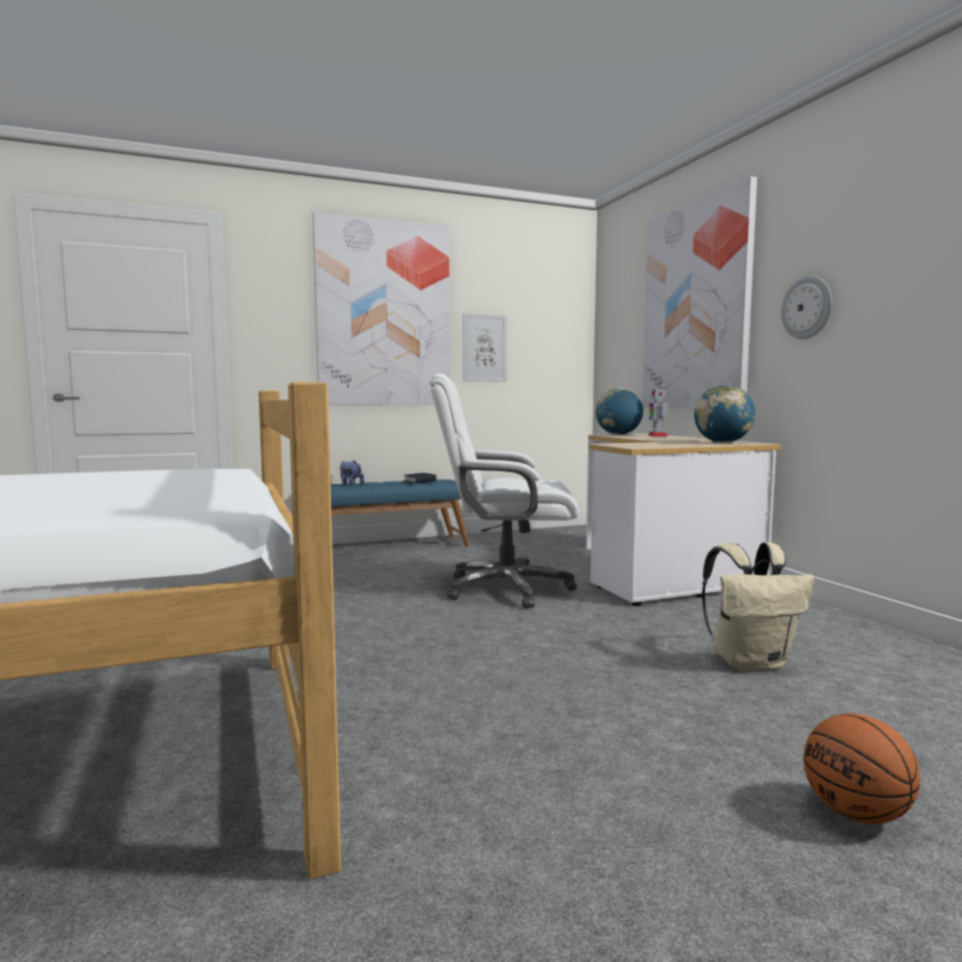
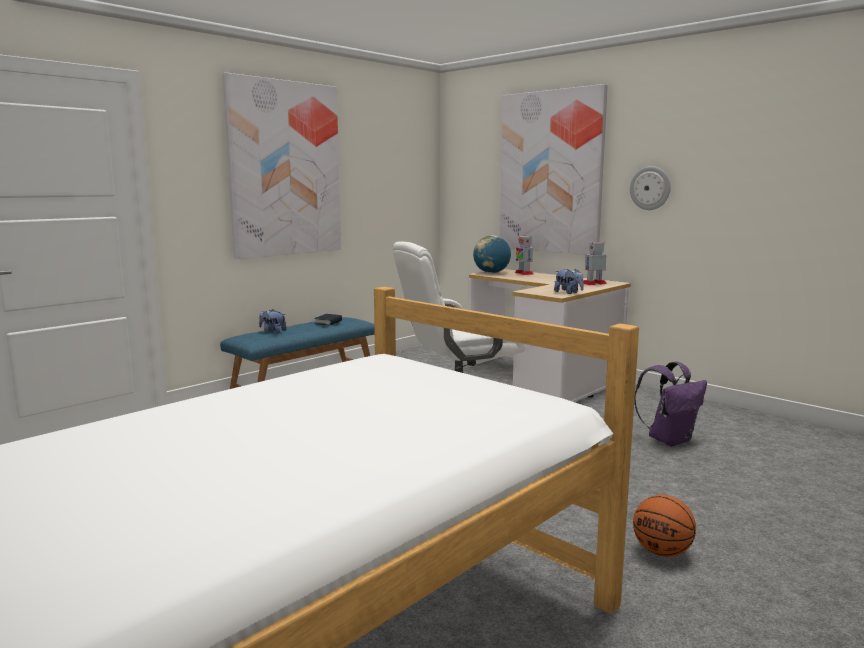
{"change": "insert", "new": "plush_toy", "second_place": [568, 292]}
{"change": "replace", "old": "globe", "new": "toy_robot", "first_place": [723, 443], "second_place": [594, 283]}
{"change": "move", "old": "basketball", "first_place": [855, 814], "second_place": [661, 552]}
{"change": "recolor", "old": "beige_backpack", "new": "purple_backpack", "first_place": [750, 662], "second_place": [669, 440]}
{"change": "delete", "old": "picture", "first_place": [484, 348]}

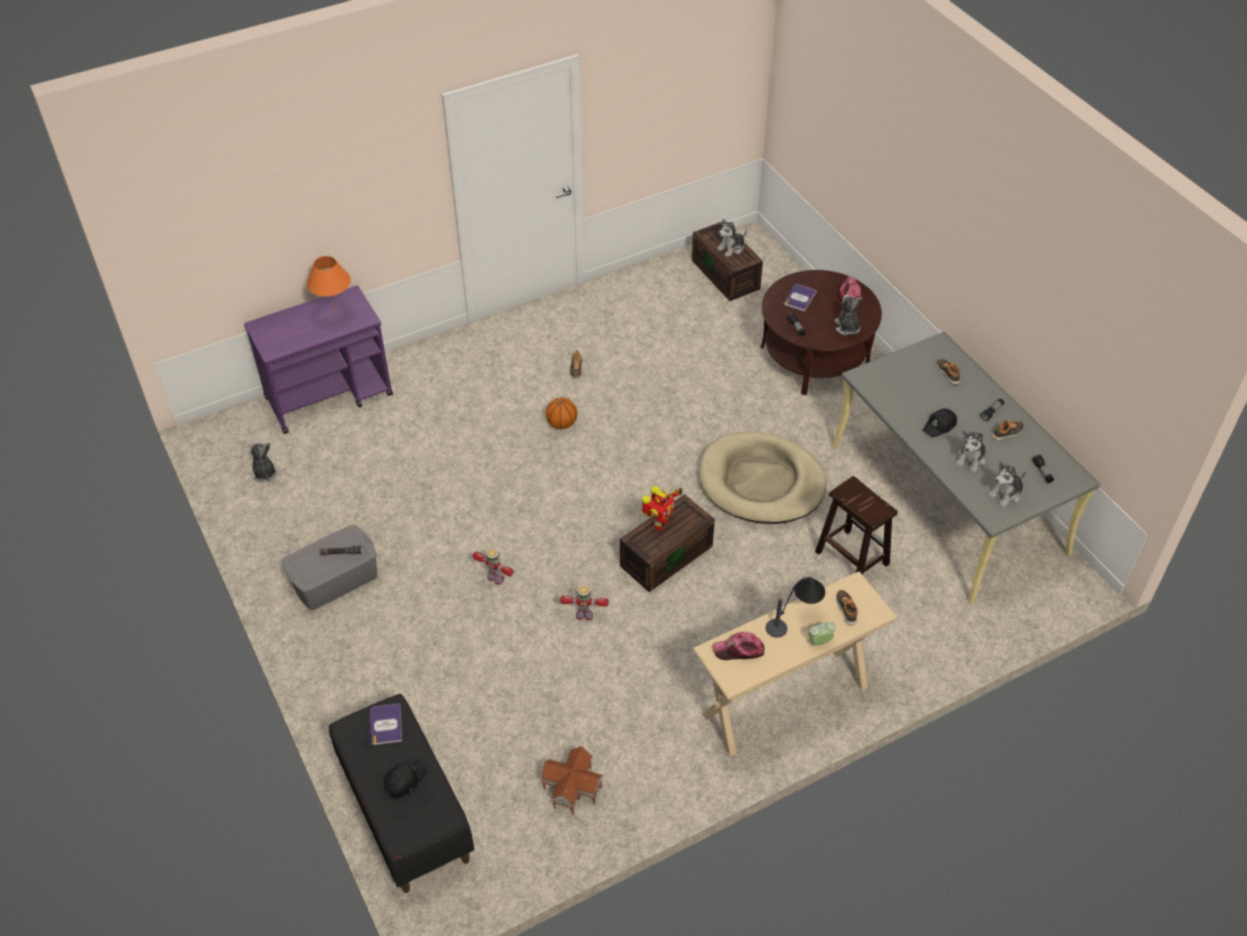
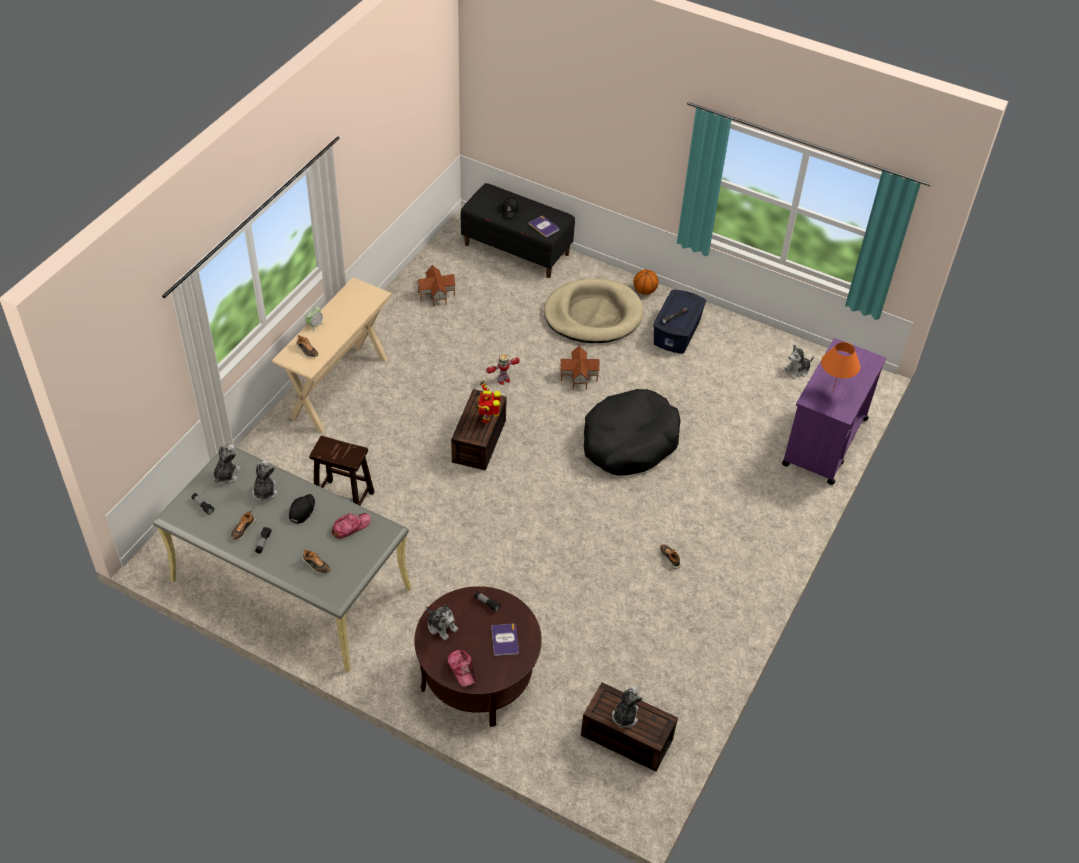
{"change": "move", "old": "cap", "first_place": [739, 650], "second_place": [350, 527]}
{"change": "move", "old": "beige_dog_bed", "first_place": [761, 482], "second_place": [593, 315]}
{"change": "replace", "old": "toy_robot", "new": "toy_house", "first_place": [496, 579], "second_place": [579, 376]}
{"change": "insert", "new": "black_dog_bed", "second_place": [629, 442]}
{"change": "move", "old": "basketball", "first_place": [562, 424], "second_place": [644, 291]}
{"change": "recolor", "old": "grey_storage_box", "new": "blue_storage_box", "first_place": [334, 579], "second_place": [677, 332]}
{"change": "rotate", "old": "plush_toy", "first_place": [264, 473], "second_place": [797, 370], "degrees": 120}
{"change": "delete", "old": "table_lamp", "first_place": [794, 619]}

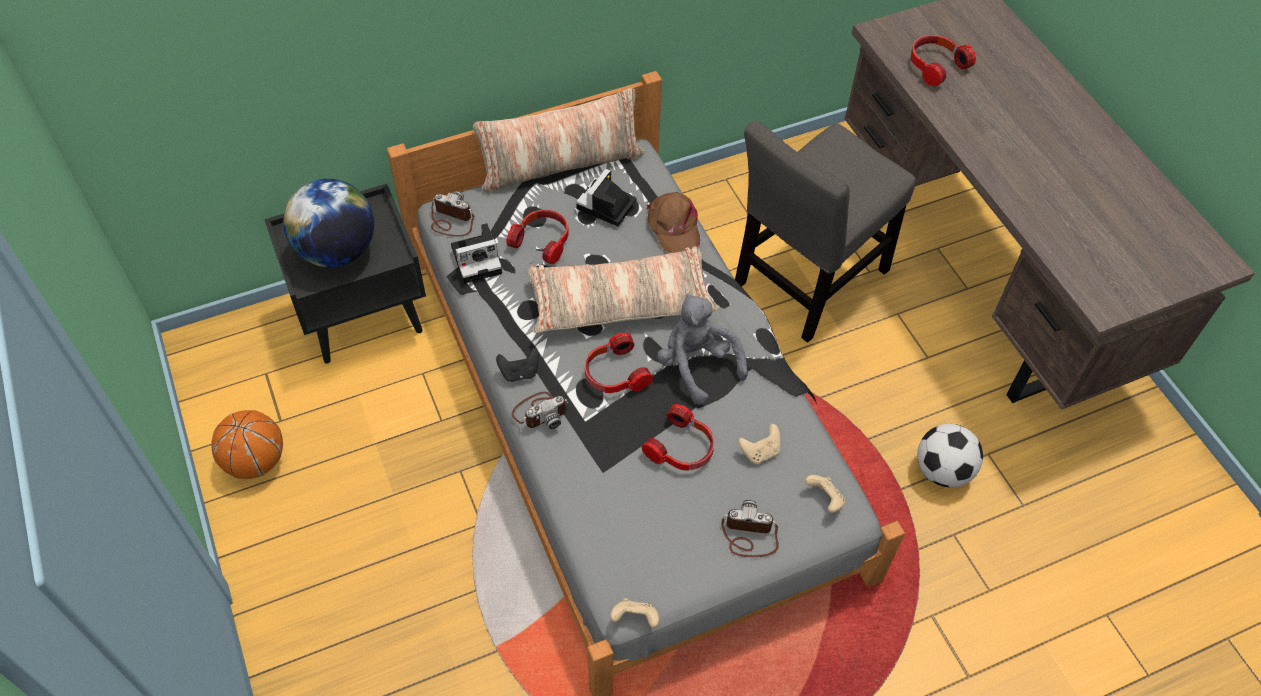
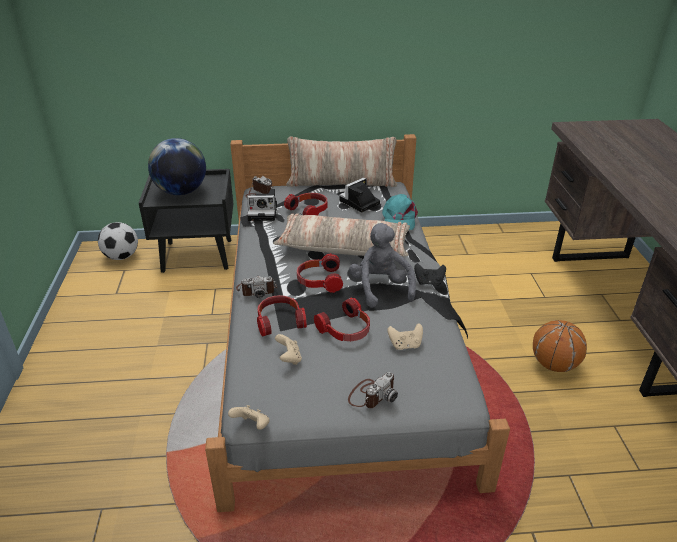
{"change": "move", "old": "football", "first_place": [942, 470], "second_place": [121, 256]}
{"change": "move", "old": "headphones", "first_place": [935, 65], "second_place": [279, 321]}
{"change": "move", "old": "beige_game_controller", "first_place": [825, 499], "second_place": [289, 358]}
{"change": "rotate", "old": "photo_camera", "first_place": [749, 536], "second_place": [372, 394], "degrees": 105}
{"change": "recolor", "old": "brown_cap", "new": "turquoise_cap", "first_place": [673, 226], "second_place": [399, 218]}
{"change": "move", "old": "black_game_controller", "first_place": [519, 373], "second_place": [429, 282]}
{"change": "move", "old": "basketball", "first_place": [255, 461], "second_place": [553, 365]}
{"change": "delete", "old": "grey_chair", "first_place": [807, 283]}

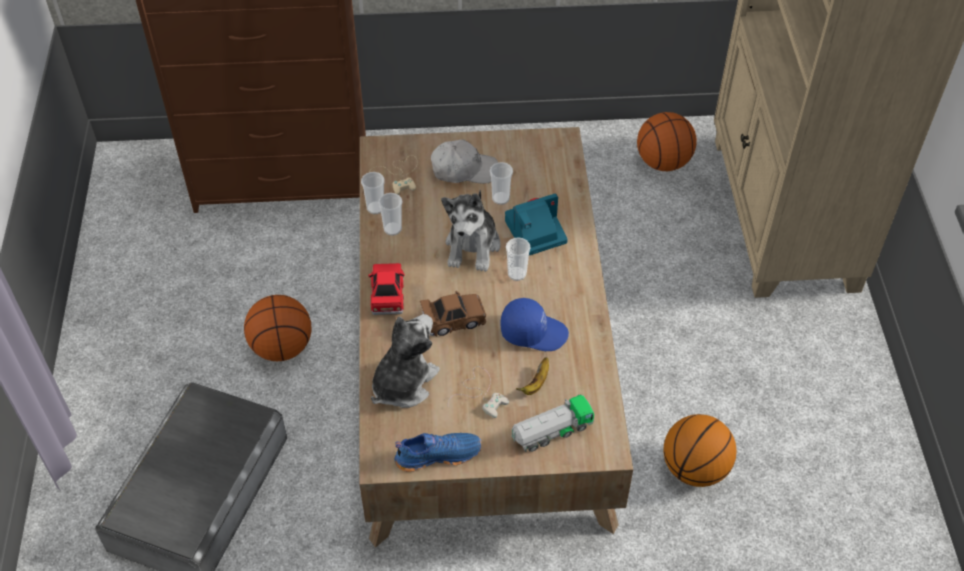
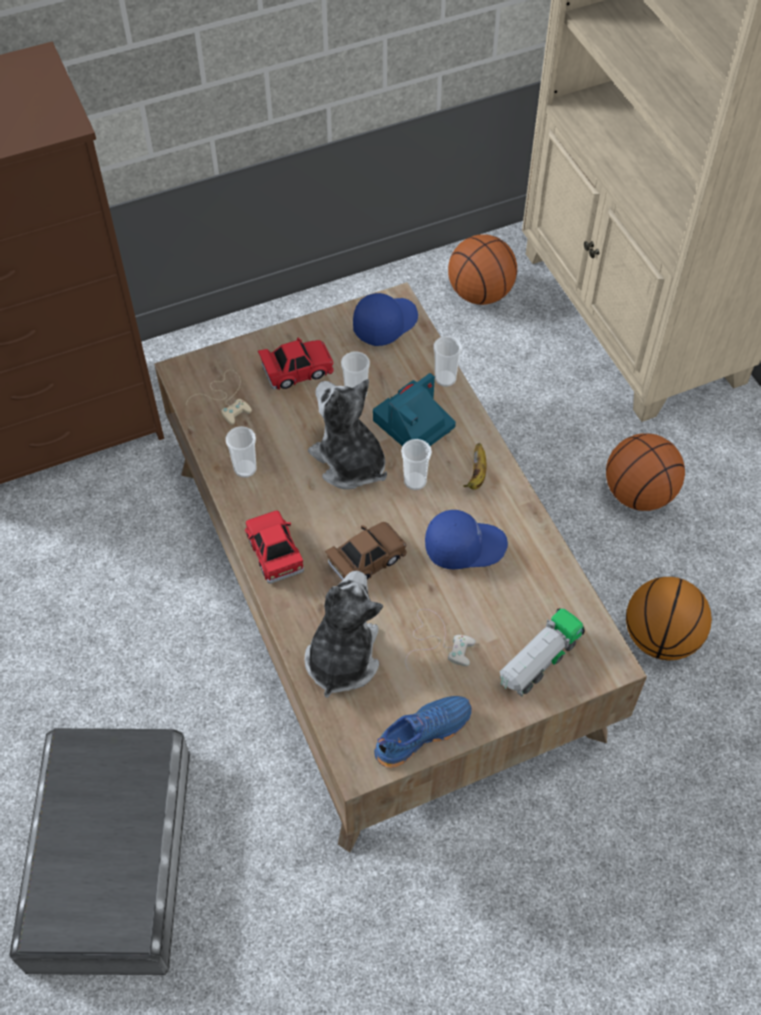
{"change": "replace", "old": "white_cap", "new": "red_toy_car", "first_place": [463, 169], "second_place": [297, 371]}
{"change": "rotate", "old": "plush_toy", "first_place": [473, 246], "second_place": [349, 462], "degrees": 150}
{"change": "insert", "new": "blue_cap", "second_place": [385, 323]}
{"change": "move", "old": "cup", "first_place": [375, 208], "second_place": [445, 378]}
{"change": "move", "old": "banana", "first_place": [536, 383], "second_place": [477, 475]}
{"change": "move", "old": "basketball", "first_place": [282, 347], "second_place": [638, 493]}

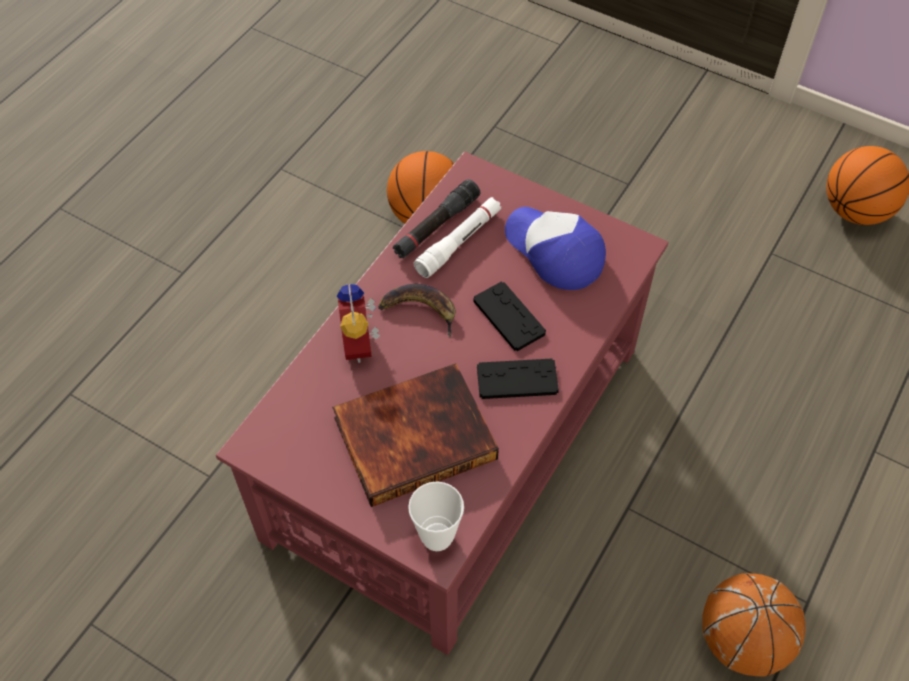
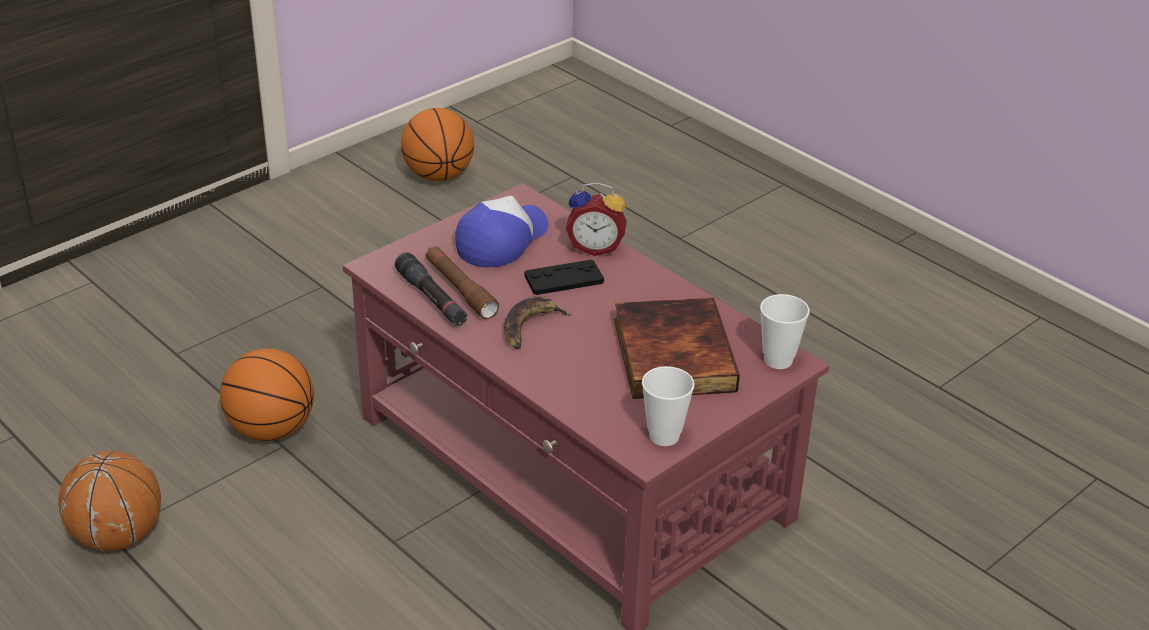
{"change": "move", "old": "basketball", "first_place": [742, 640], "second_place": [117, 537]}
{"change": "recolor", "old": "white_flashlight", "new": "brown_flashlight", "first_place": [459, 242], "second_place": [460, 289]}
{"change": "rotate", "old": "cap", "first_place": [554, 251], "second_place": [501, 240], "degrees": 150}
{"change": "move", "old": "alarm_clock", "first_place": [362, 344], "second_place": [596, 247]}
{"change": "insert", "new": "cup", "second_place": [664, 436]}
{"change": "delete", "old": "black_game_controller", "first_place": [517, 380]}

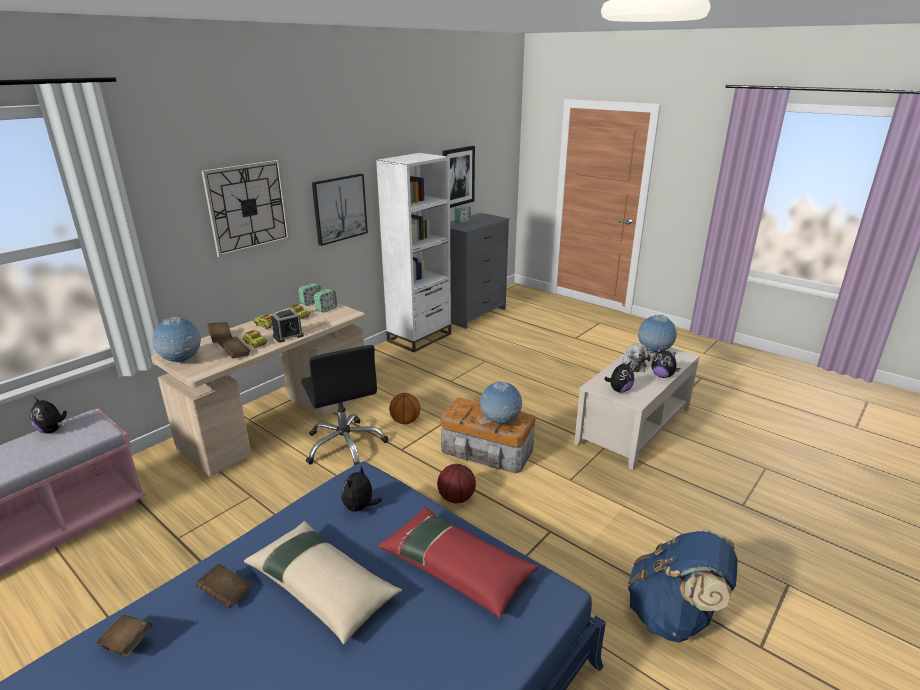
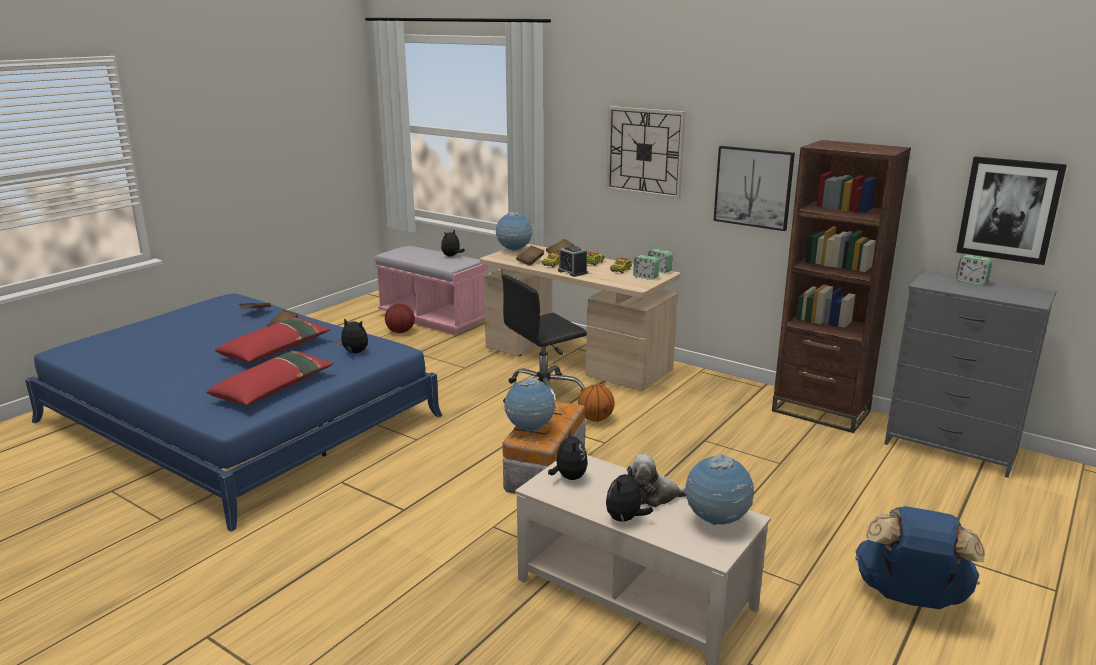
{"change": "recolor", "old": "beige_pillow", "new": "red_pillow", "first_place": [322, 586], "second_place": [276, 350]}
{"change": "move", "old": "basketball", "first_place": [456, 498], "second_place": [400, 332]}
{"change": "rotate", "old": "plush_toy", "first_place": [619, 390], "second_place": [569, 477], "degrees": -150}
{"change": "recolor", "old": "white_bookcase", "new": "brown_bookcase", "first_place": [419, 337], "second_place": [820, 411]}
{"change": "move", "old": "blue_backpack", "first_place": [673, 616], "second_place": [910, 598]}

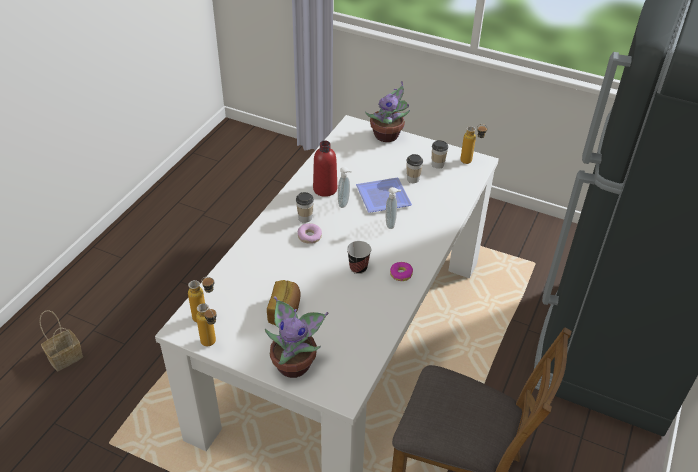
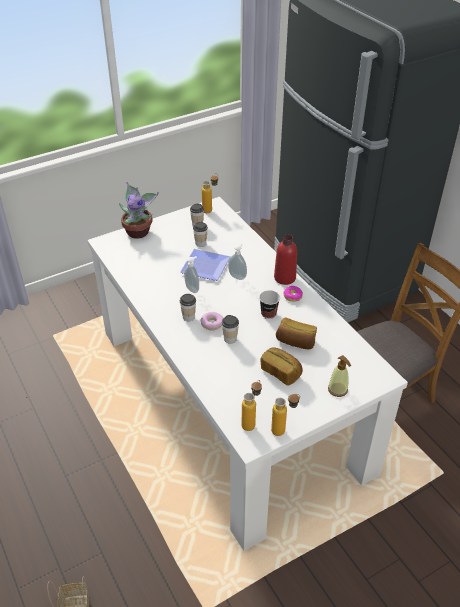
{"change": "insert", "new": "cup", "second_place": [230, 339]}
{"change": "move", "old": "red_bottle", "first_place": [325, 189], "second_place": [284, 278]}
{"change": "insert", "new": "bread", "second_place": [296, 342]}
{"change": "replace", "old": "potted_plant", "new": "soap_dispenser", "first_place": [295, 364], "second_place": [338, 389]}

